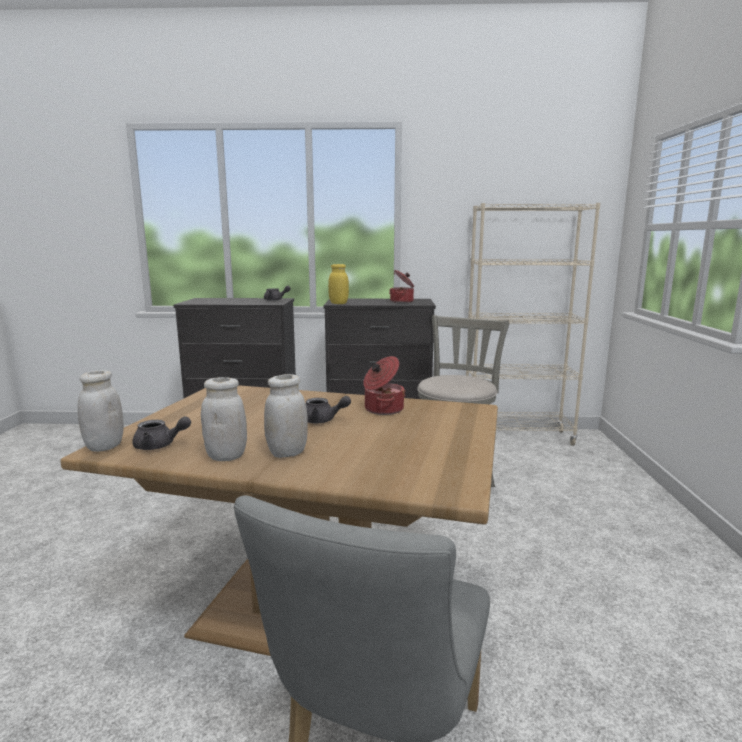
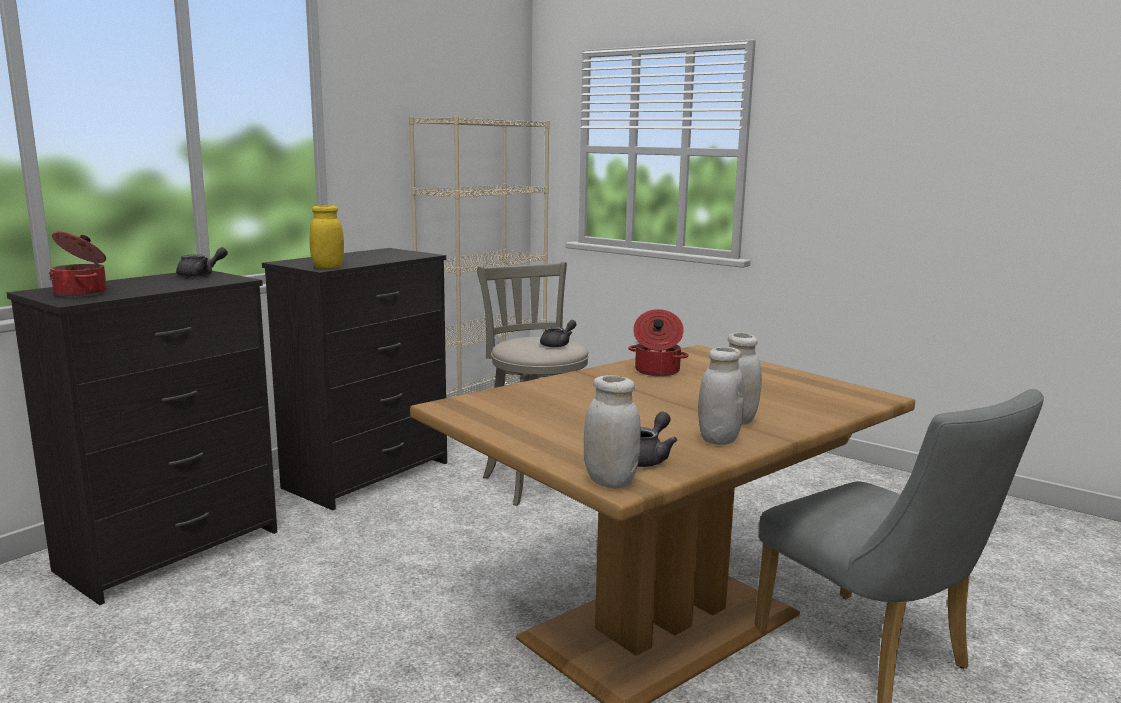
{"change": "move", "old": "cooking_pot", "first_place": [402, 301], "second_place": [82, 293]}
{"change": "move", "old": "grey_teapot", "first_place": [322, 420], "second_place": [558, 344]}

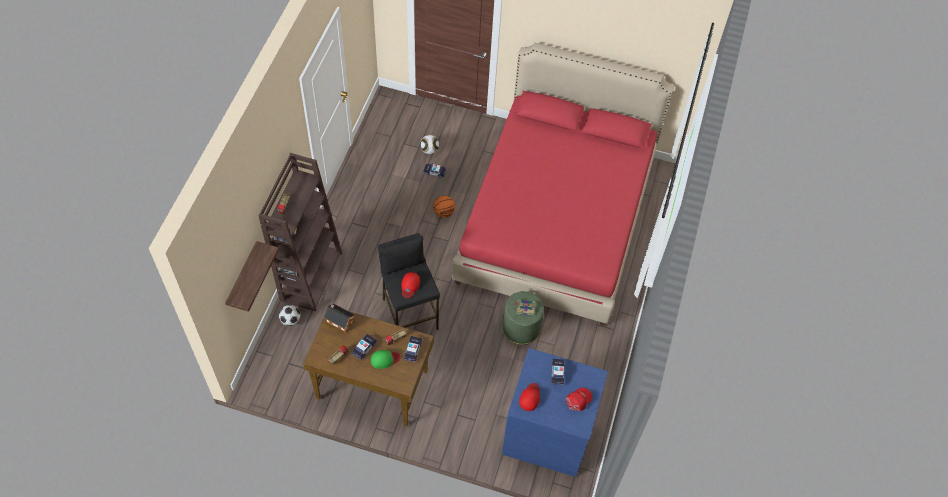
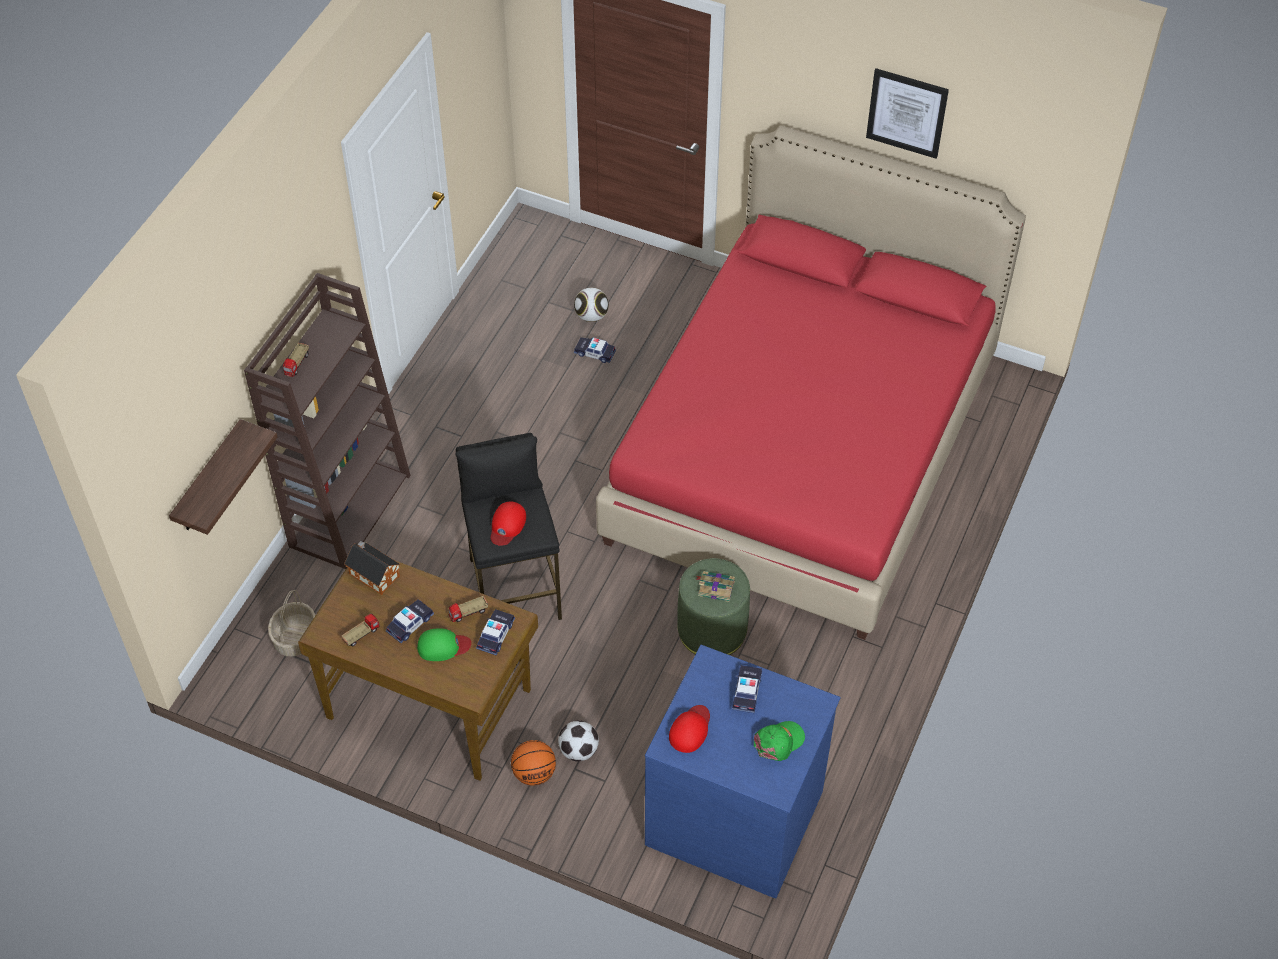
{"change": "insert", "new": "basket", "second_place": [295, 638]}
{"change": "move", "old": "basketball", "first_place": [444, 212], "second_place": [534, 773]}
{"change": "move", "old": "football", "first_place": [291, 320], "second_place": [579, 750]}
{"change": "recolor", "old": "red_cap", "new": "green_cap", "first_place": [578, 400], "second_place": [779, 742]}
{"change": "insert", "new": "picture", "second_place": [907, 112]}

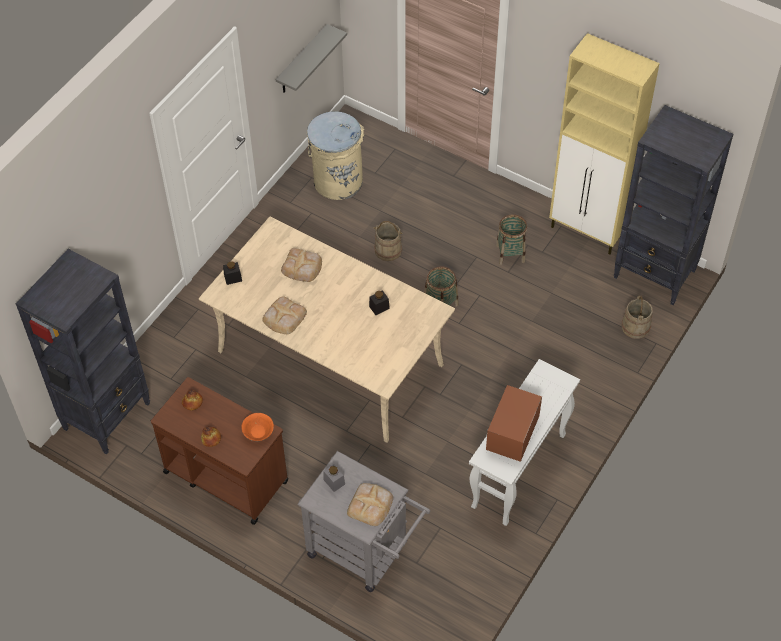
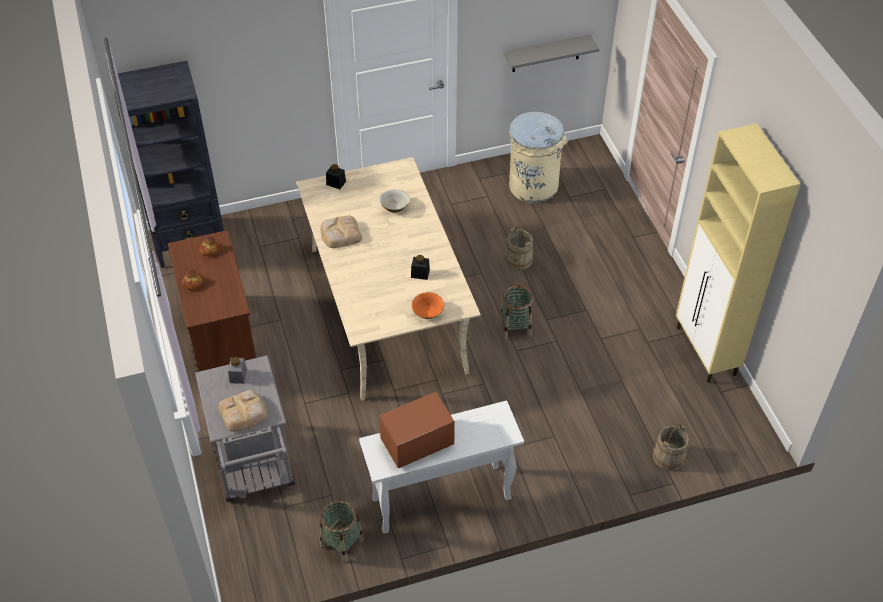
{"change": "move", "old": "basket", "first_place": [510, 253], "second_place": [341, 543]}
{"change": "replace", "old": "bread", "new": "beige_bowl", "first_place": [302, 267], "second_place": [395, 207]}
{"change": "move", "old": "orange_bowl", "first_place": [258, 433], "second_place": [427, 312]}
{"change": "delete", "old": "black_bookcase", "first_place": [655, 274]}

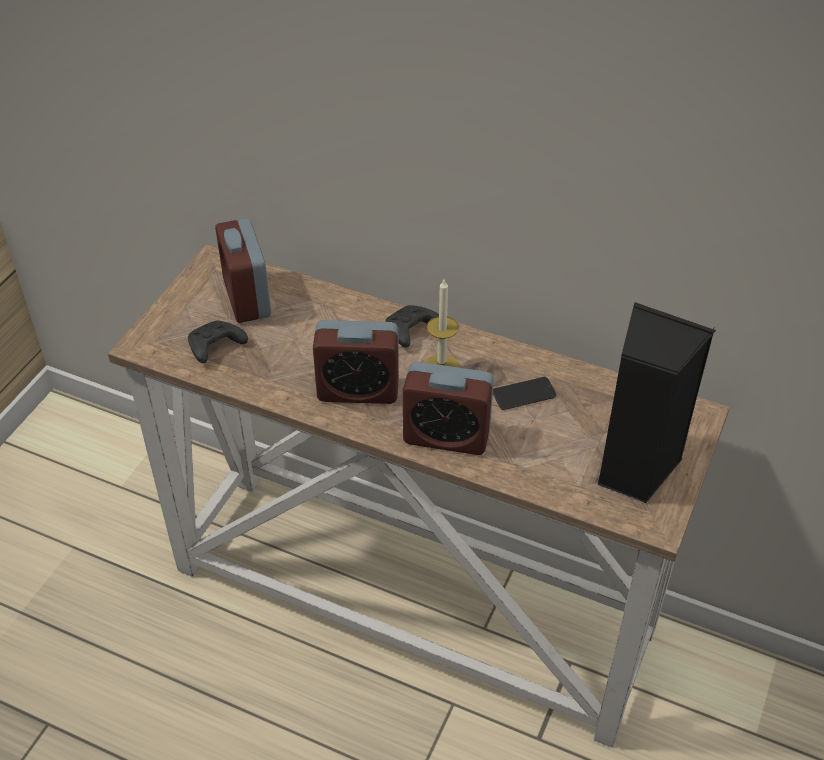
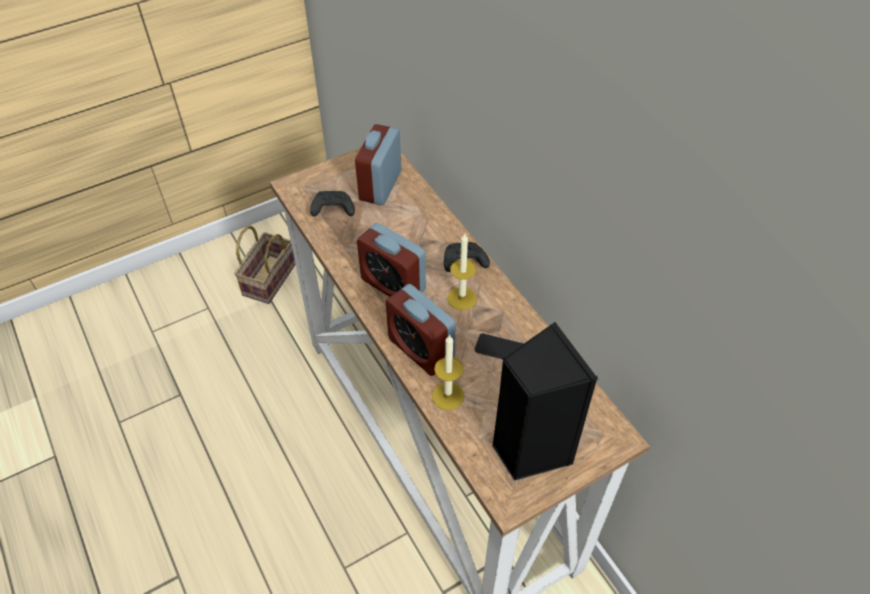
{"change": "insert", "new": "basket", "second_place": [269, 278]}
{"change": "insert", "new": "candle", "second_place": [448, 396]}

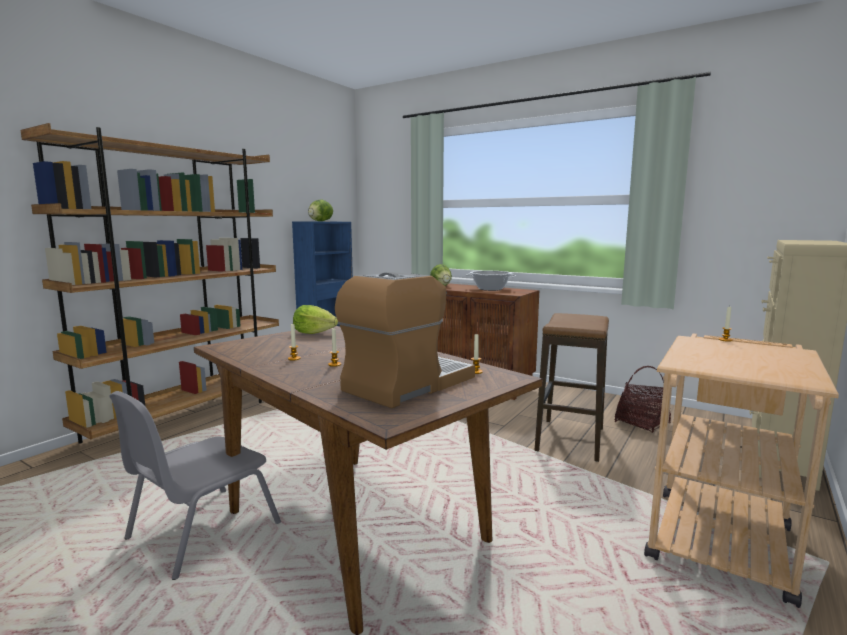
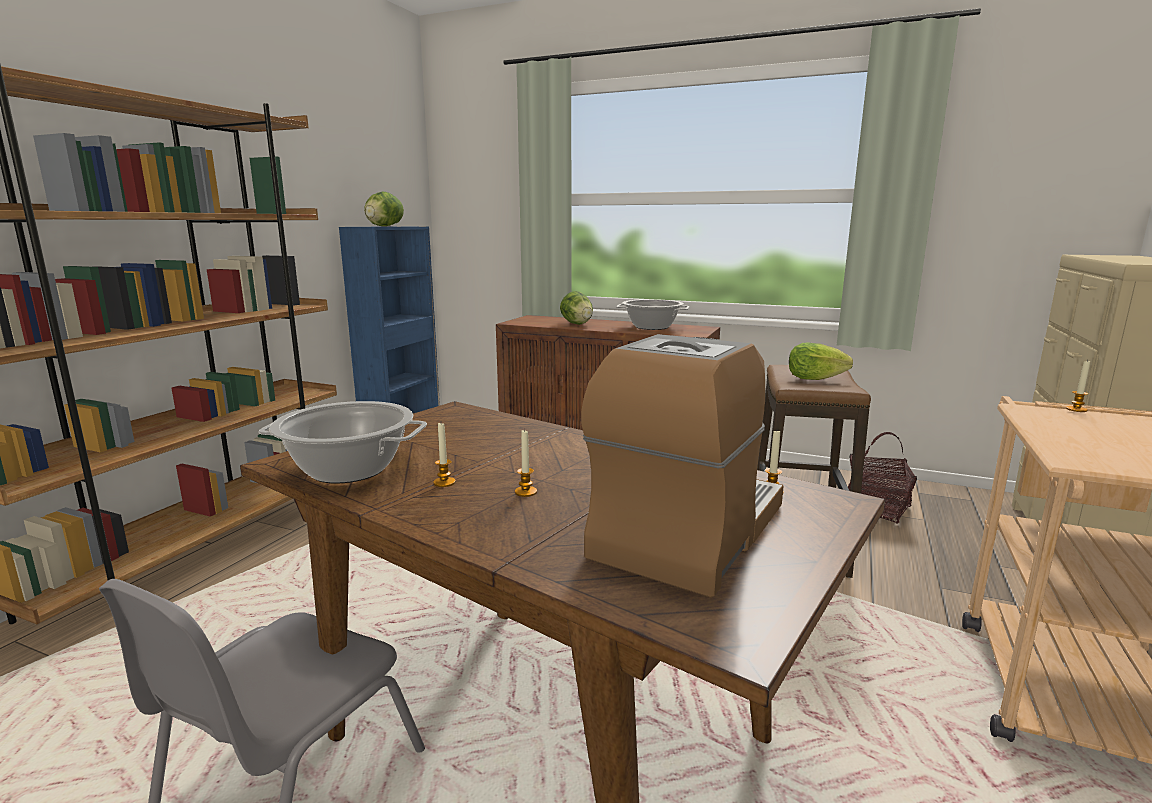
{"change": "insert", "new": "cooking_pot", "second_place": [348, 470]}
{"change": "move", "old": "lettuce", "first_place": [314, 333], "second_place": [814, 379]}

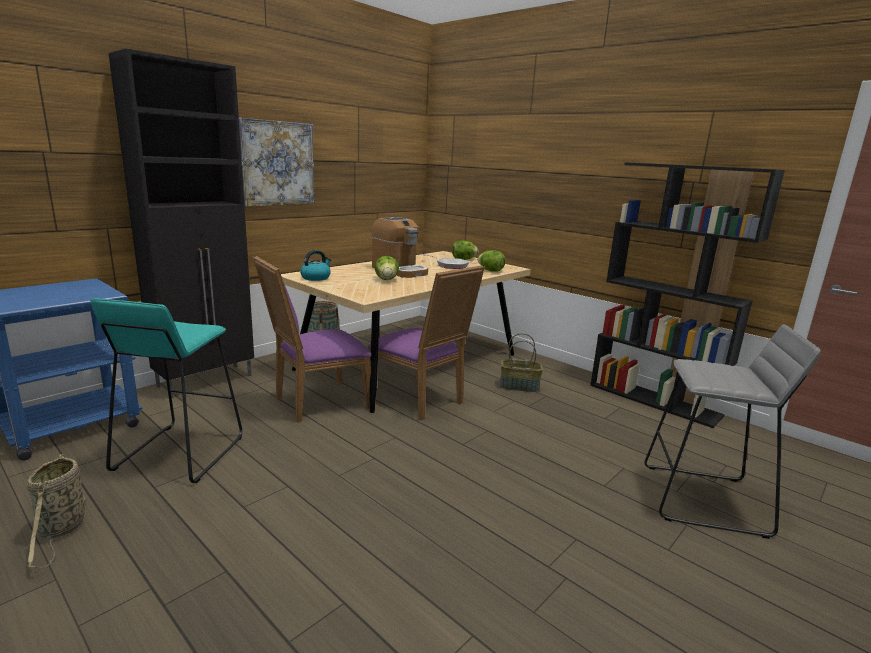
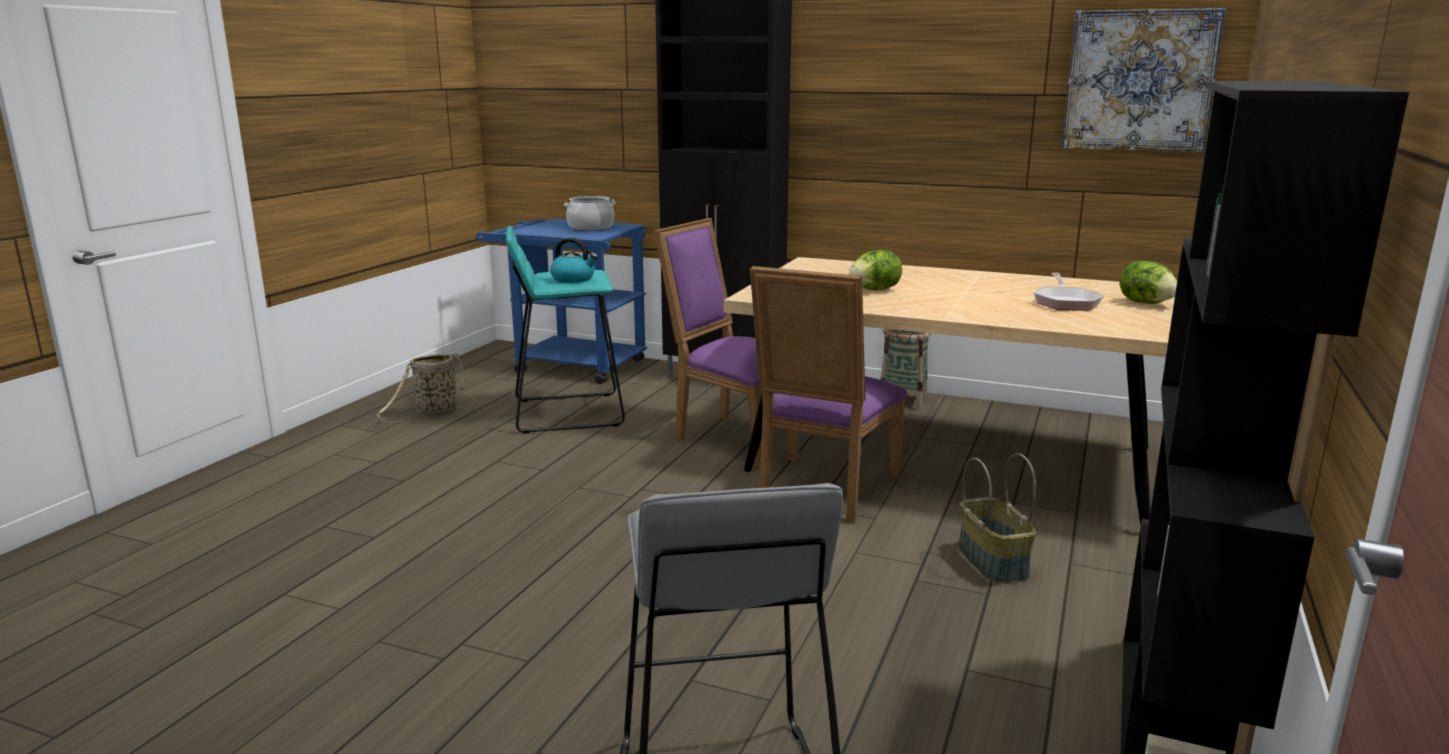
{"change": "move", "old": "kettle", "first_place": [316, 278], "second_place": [574, 279]}
{"change": "insert", "new": "cooking_pot", "second_place": [590, 227]}
{"change": "move", "old": "picture", "first_place": [277, 163], "second_place": [1139, 81]}
{"change": "delete", "old": "coffee_machine", "first_place": [399, 270]}
{"change": "delete", "old": "lettuce", "first_place": [490, 271]}

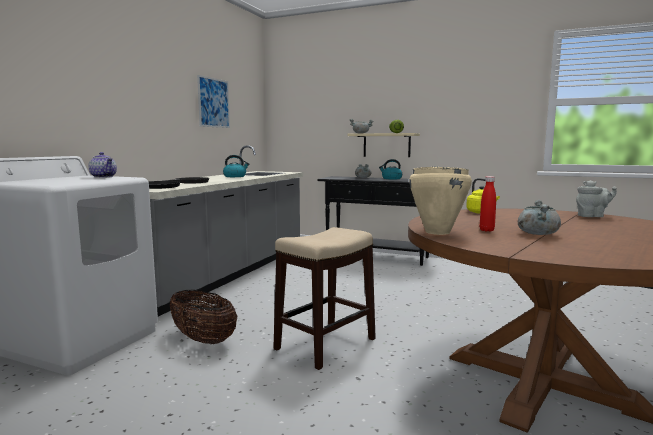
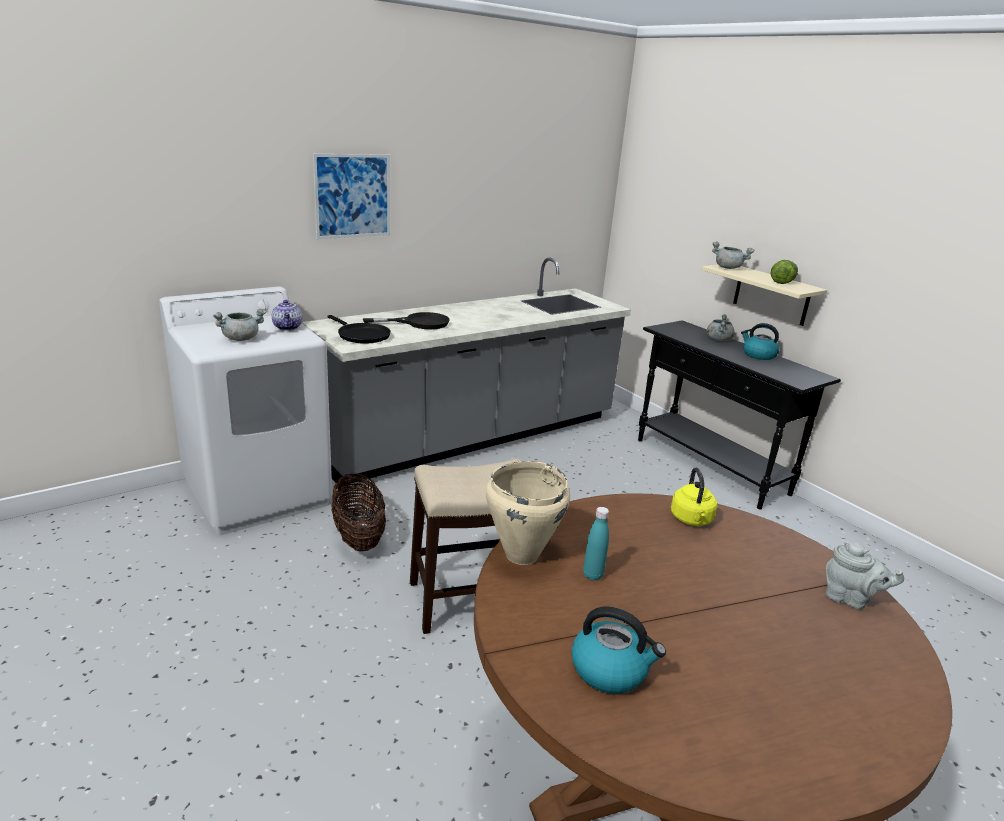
{"change": "move", "old": "grey_cooking_pot", "first_place": [537, 233], "second_place": [241, 338]}
{"change": "move", "old": "picture", "first_place": [214, 103], "second_place": [353, 196]}
{"change": "move", "old": "kettle", "first_place": [235, 176], "second_place": [610, 670]}
{"change": "recolor", "old": "red_bottle", "new": "turquoise_bottle", "first_place": [486, 230], "second_place": [592, 575]}

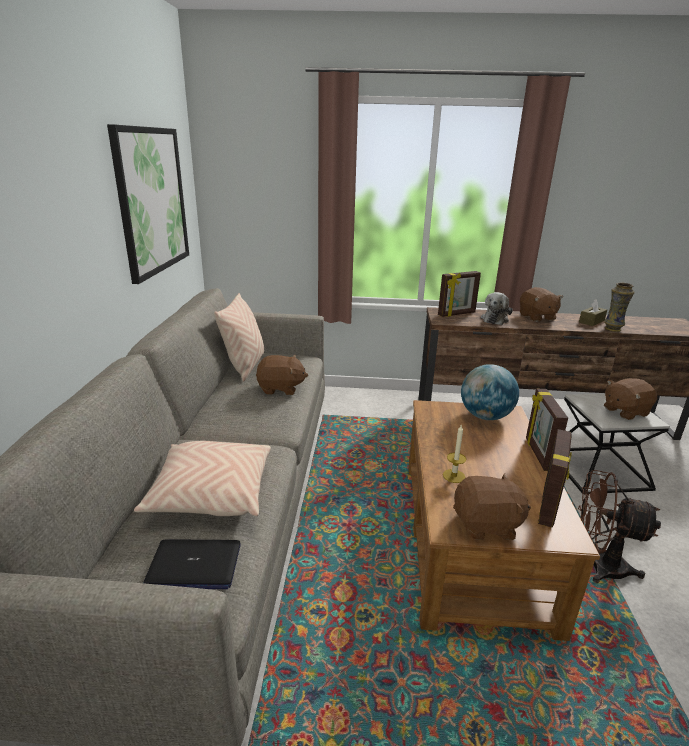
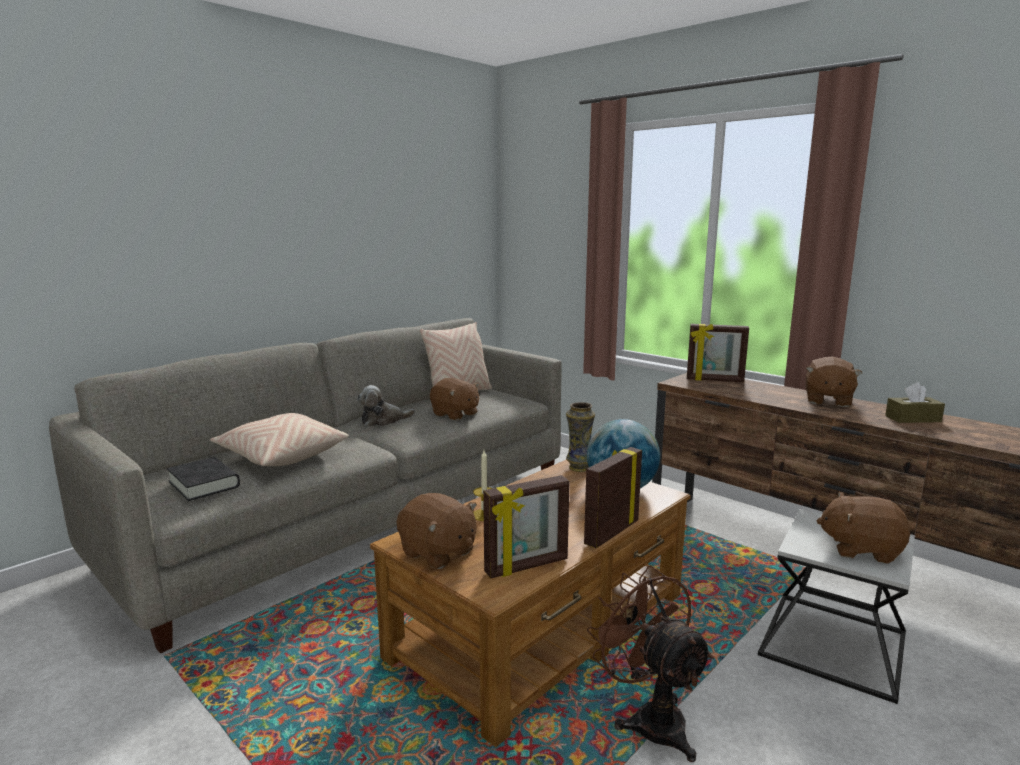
{"change": "replace", "old": "laptop", "new": "black_book", "first_place": [194, 566], "second_place": [204, 484]}
{"change": "move", "old": "plush_toy", "first_place": [495, 319], "second_place": [383, 421]}
{"change": "move", "old": "vase", "first_place": [612, 329], "second_place": [579, 468]}
{"change": "delete", "old": "picture", "first_place": [152, 201]}

